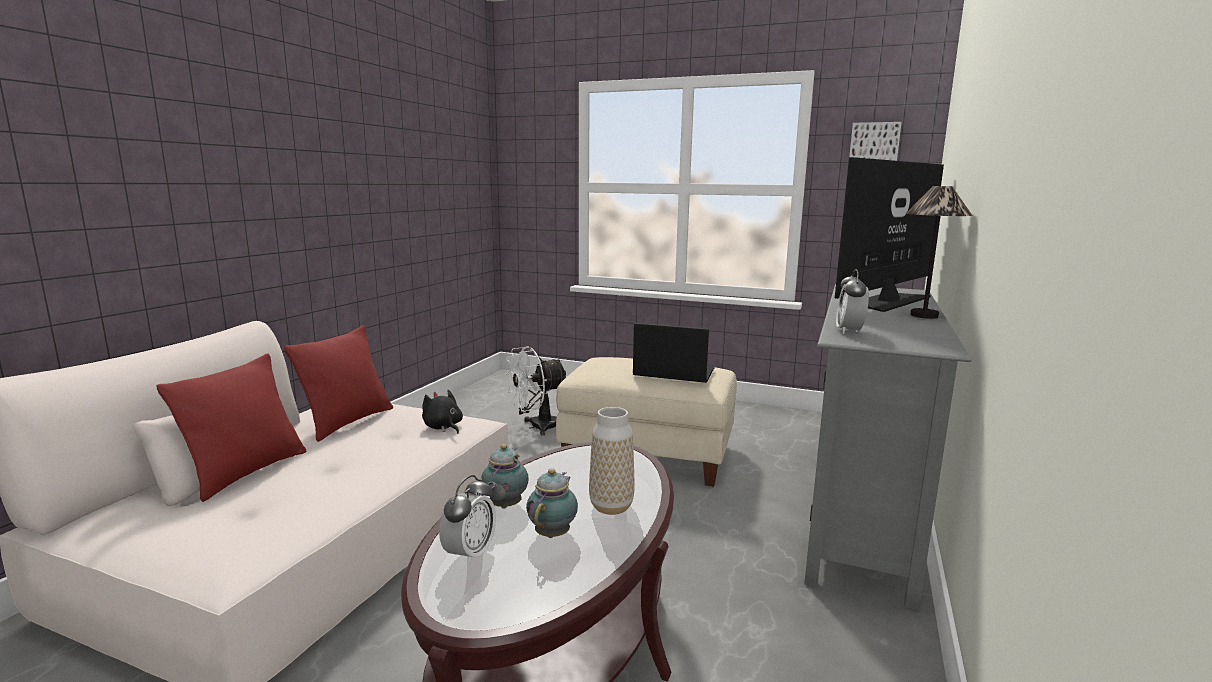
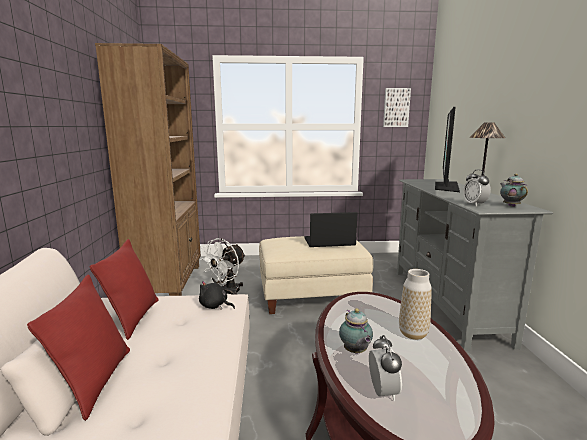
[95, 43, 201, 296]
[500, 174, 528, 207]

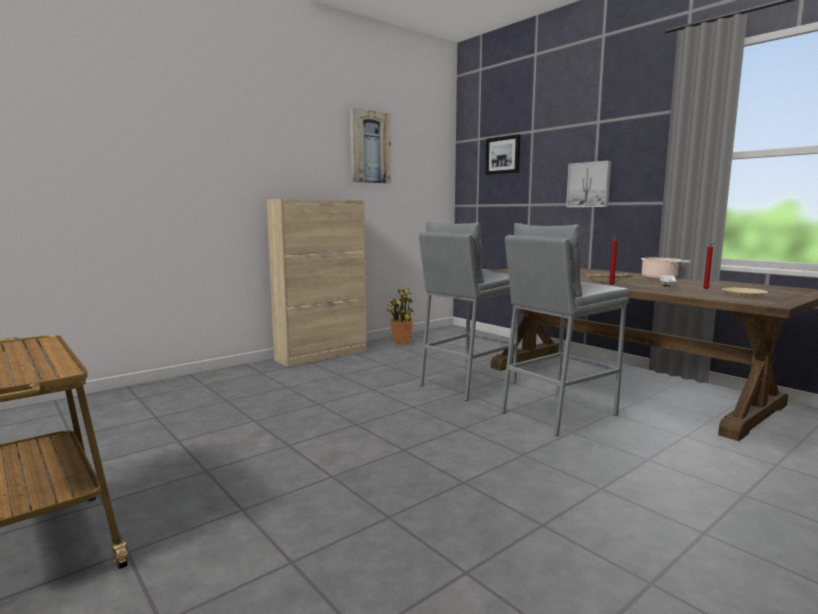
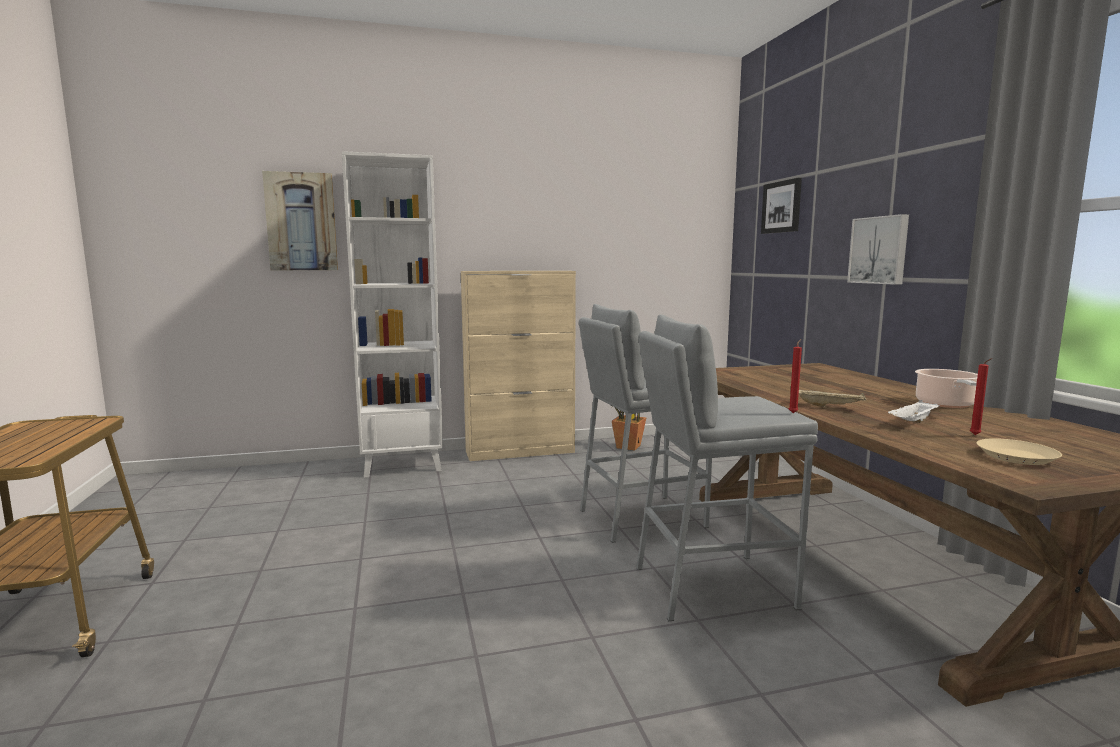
[262, 171, 338, 270]
[342, 151, 443, 478]

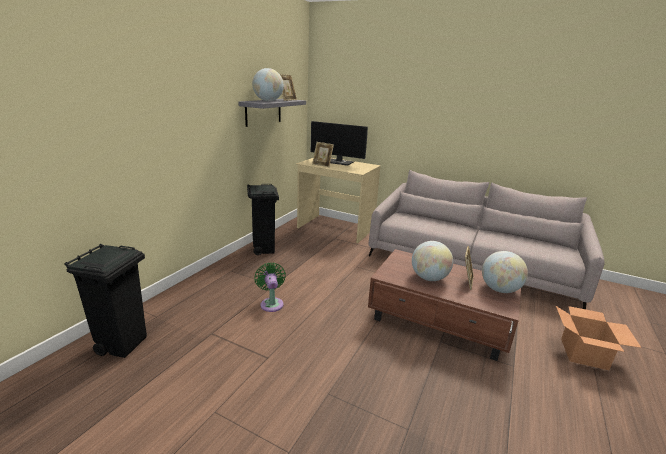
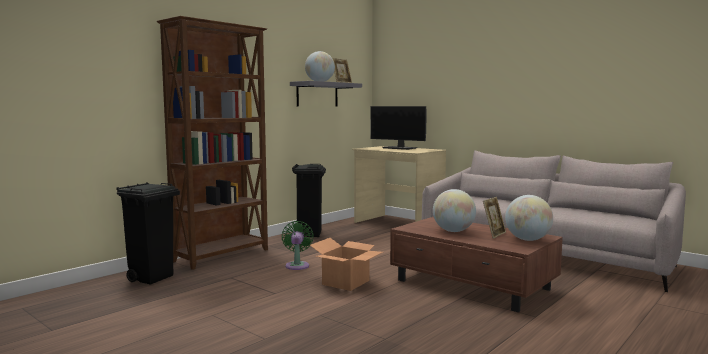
[157, 16, 268, 270]
[310, 238, 383, 291]
[312, 142, 334, 167] (first image)

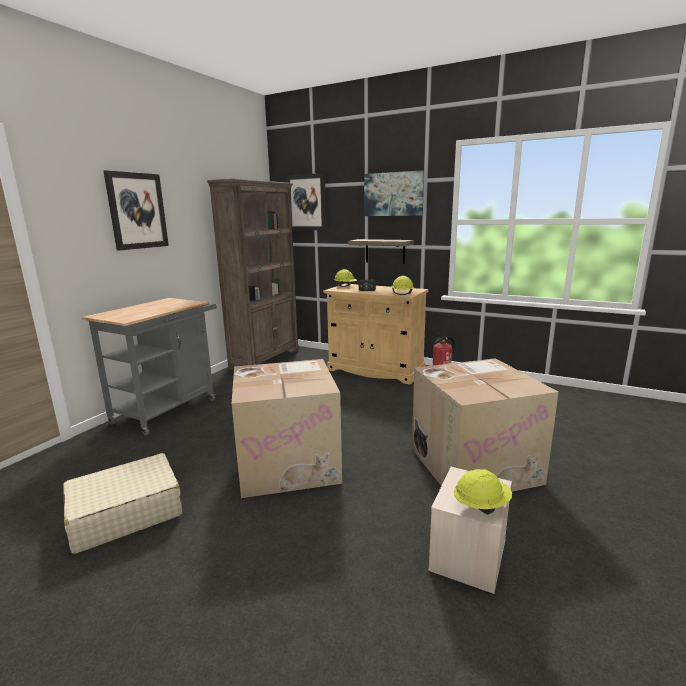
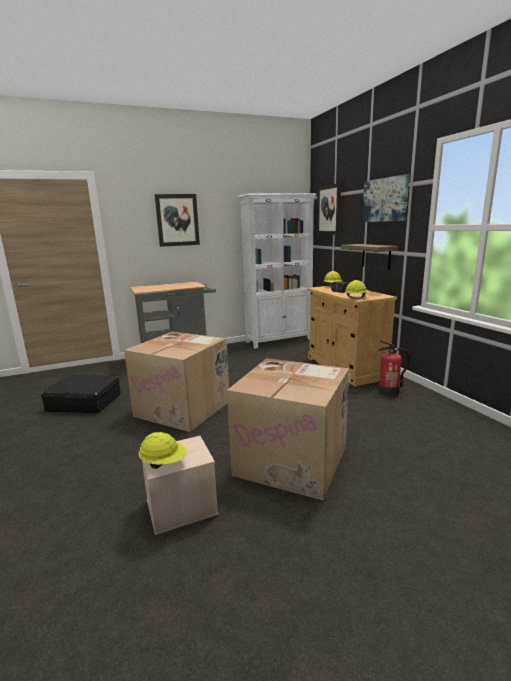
[41, 375, 121, 413]
[238, 193, 317, 349]

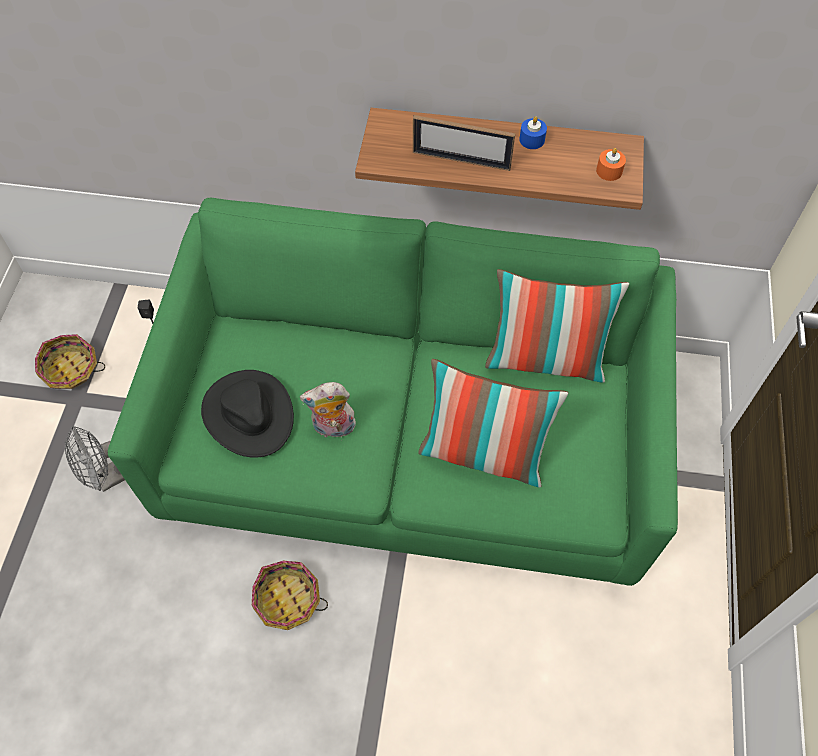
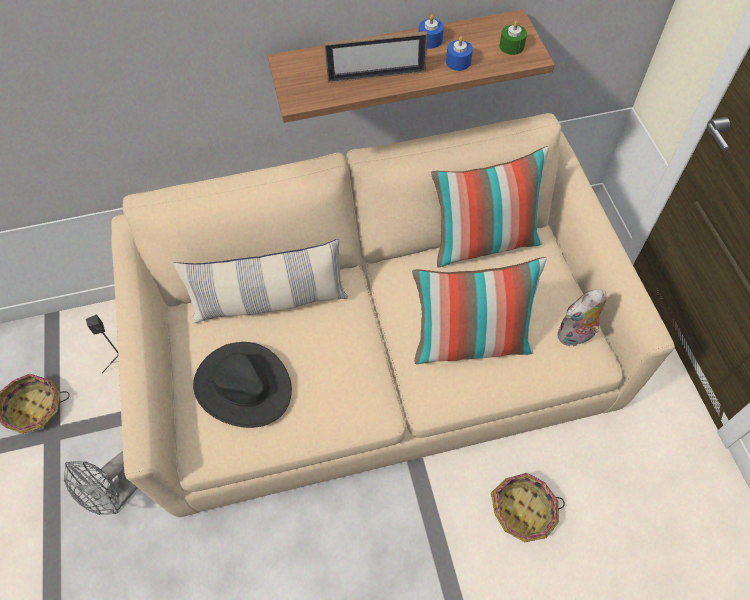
[111, 113, 675, 517]
[173, 239, 348, 324]
[446, 36, 473, 71]
[491, 473, 565, 542]
[499, 21, 527, 55]
[557, 289, 607, 347]

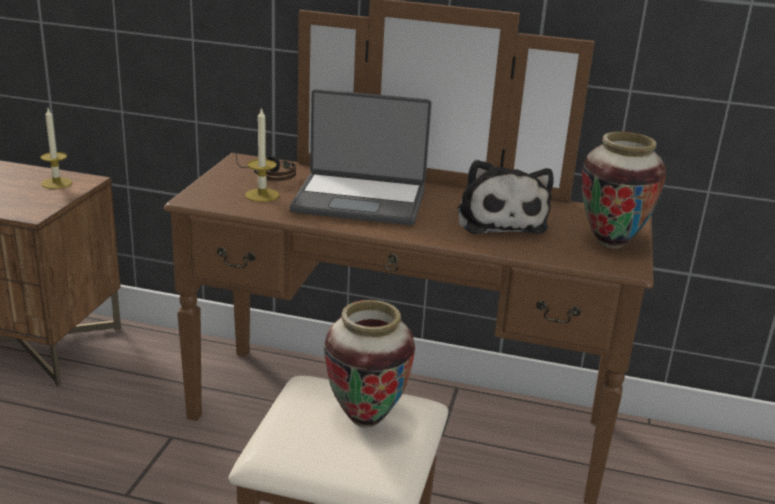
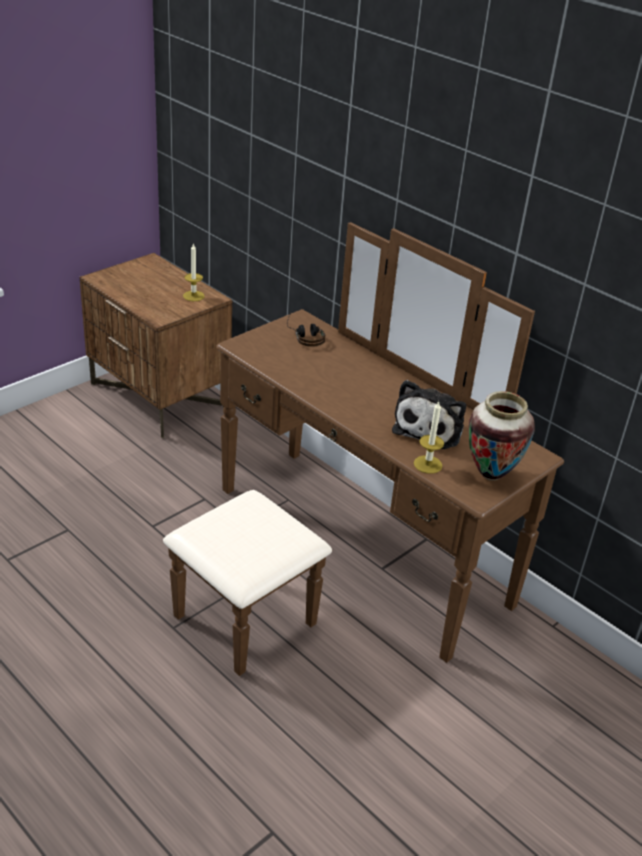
[414, 401, 444, 474]
[290, 89, 432, 226] (first image)
[324, 300, 415, 428] (first image)

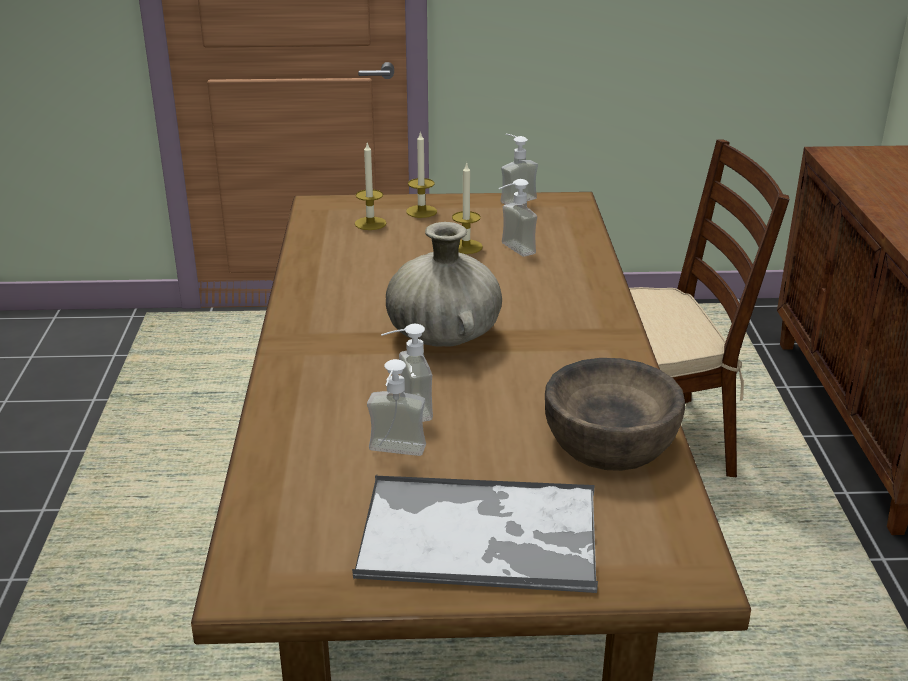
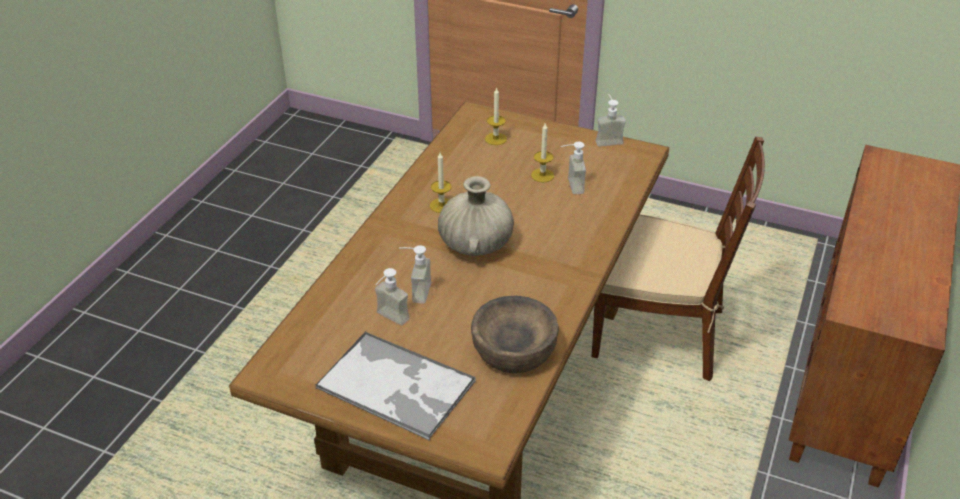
[430, 152, 452, 213]

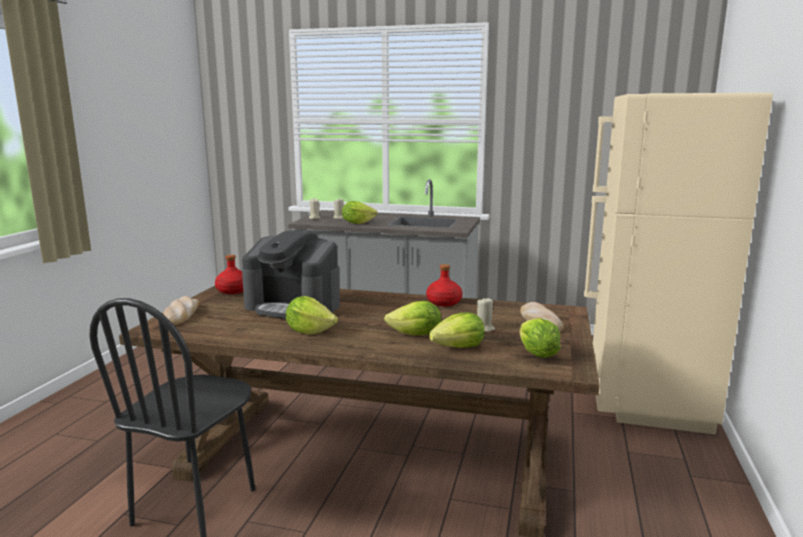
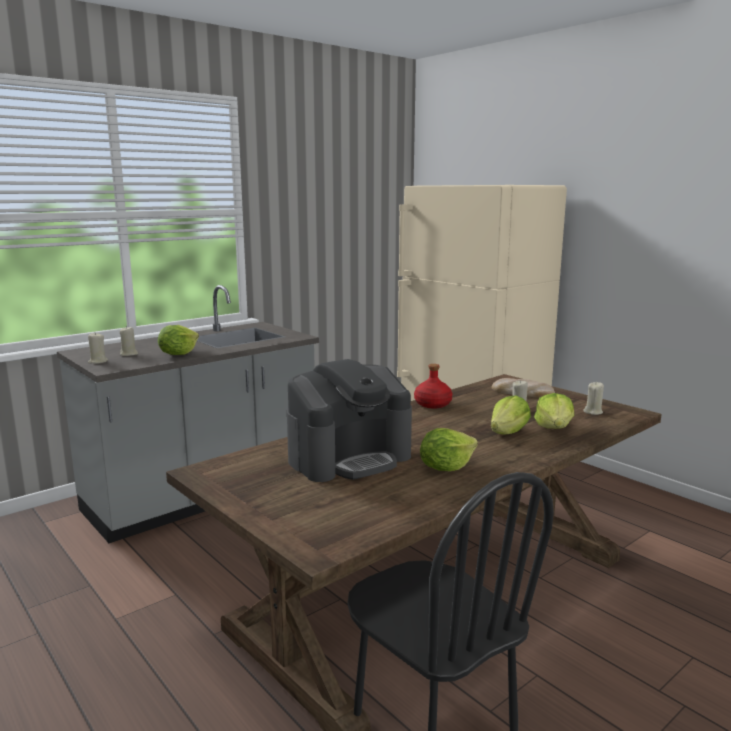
[583, 382, 604, 415]
[163, 296, 199, 325] (first image)
[215, 255, 243, 294] (first image)

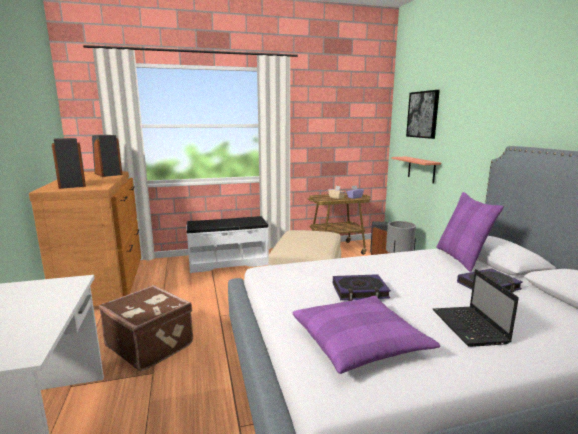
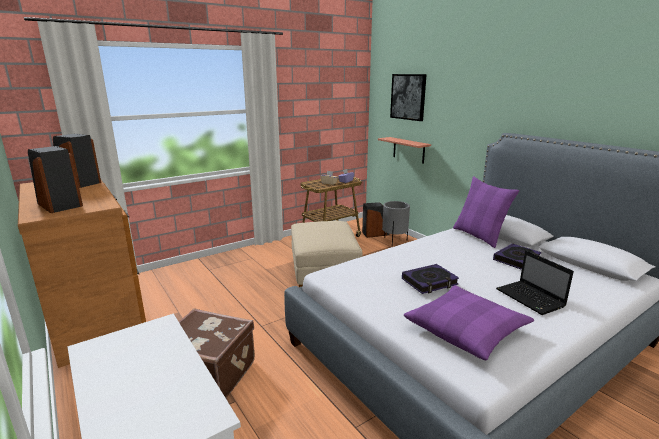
[187, 216, 269, 273] (first image)

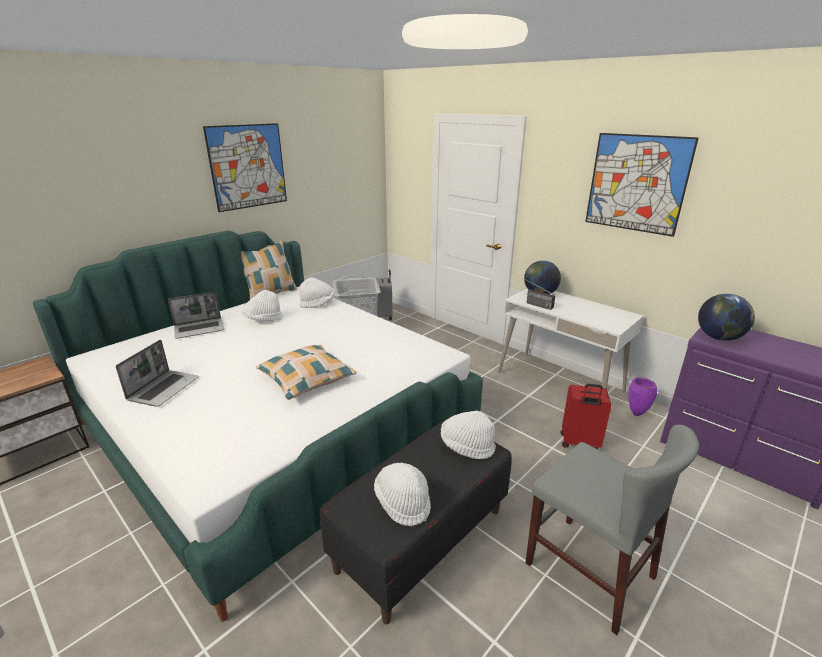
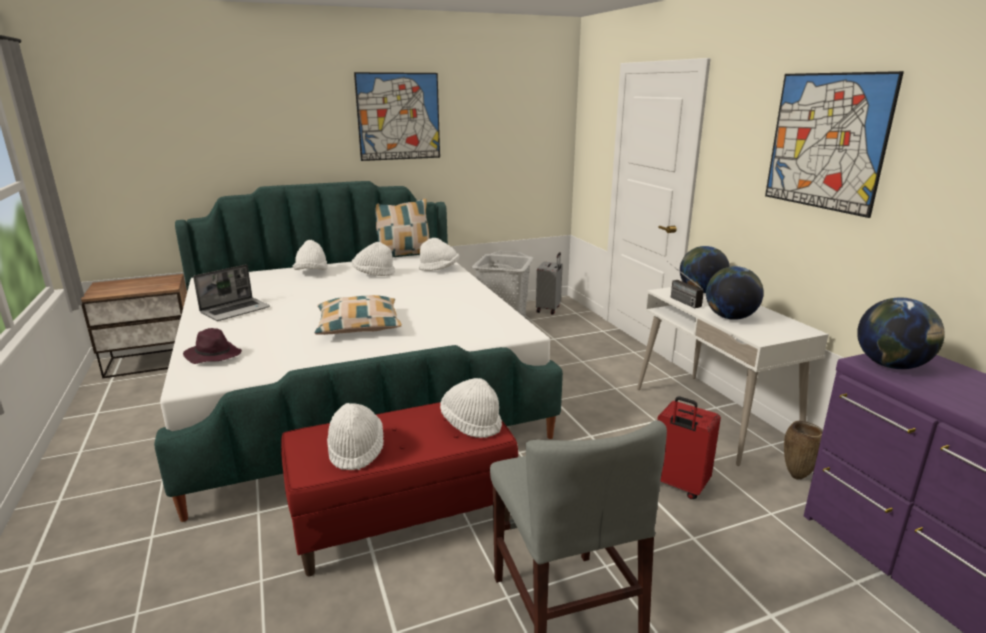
[183, 328, 242, 364]
[281, 402, 518, 576]
[293, 240, 328, 270]
[706, 266, 764, 320]
[784, 421, 823, 480]

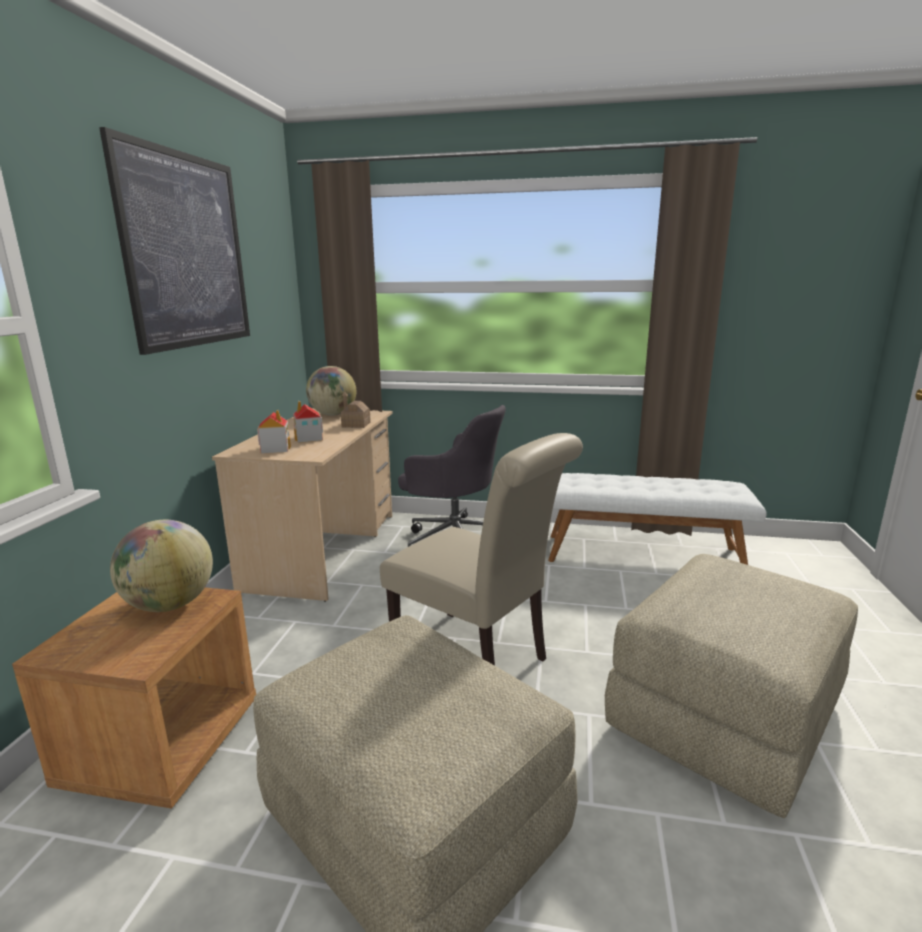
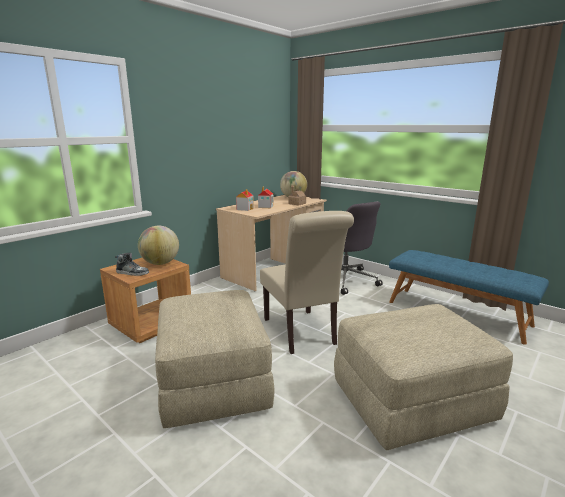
[115, 253, 149, 276]
[389, 250, 549, 345]
[99, 127, 250, 355] (first image)

